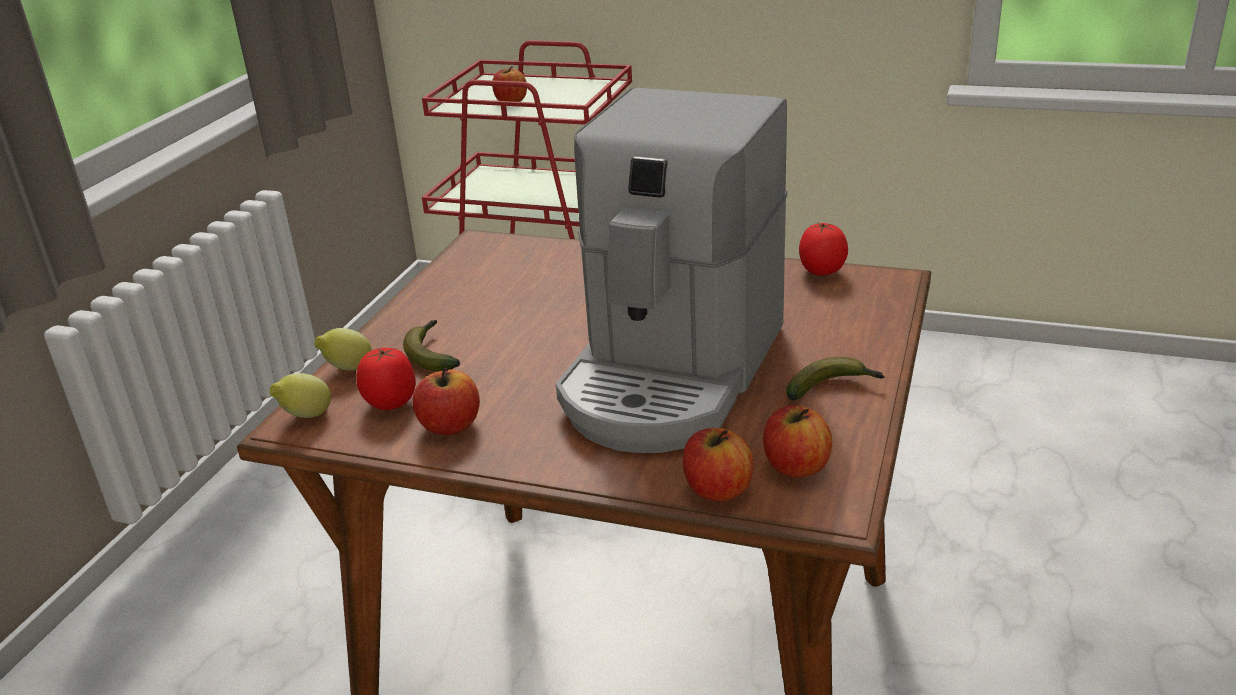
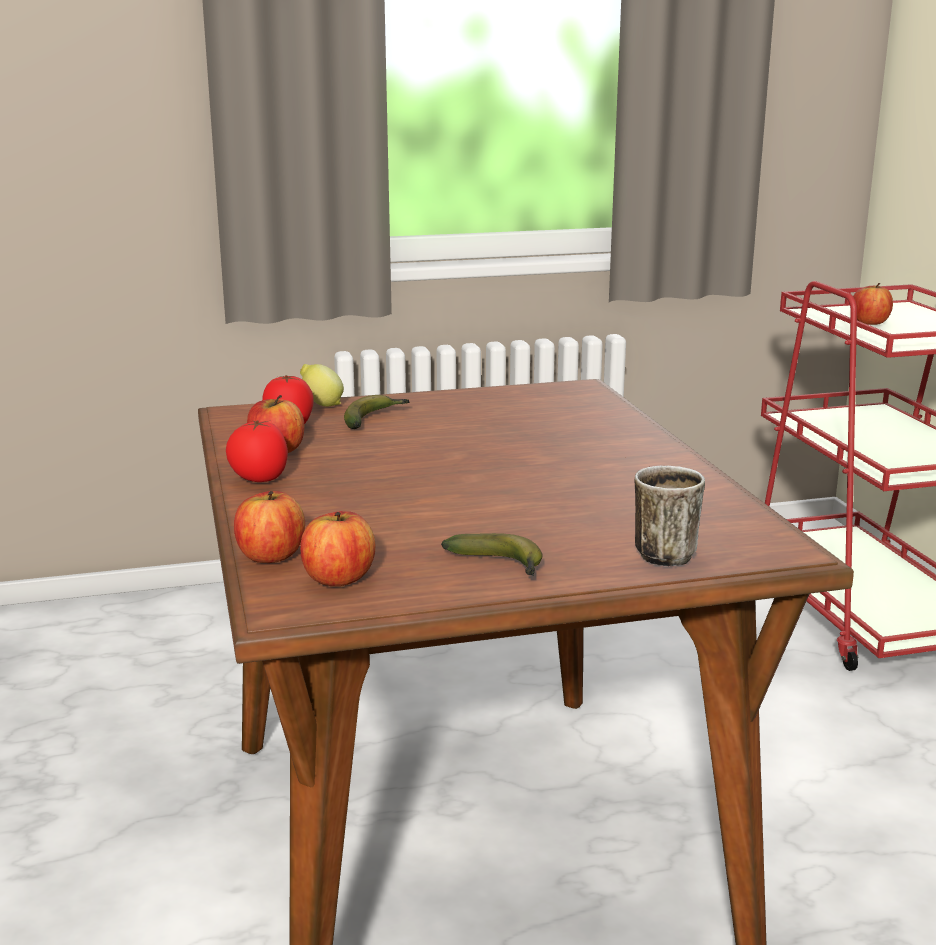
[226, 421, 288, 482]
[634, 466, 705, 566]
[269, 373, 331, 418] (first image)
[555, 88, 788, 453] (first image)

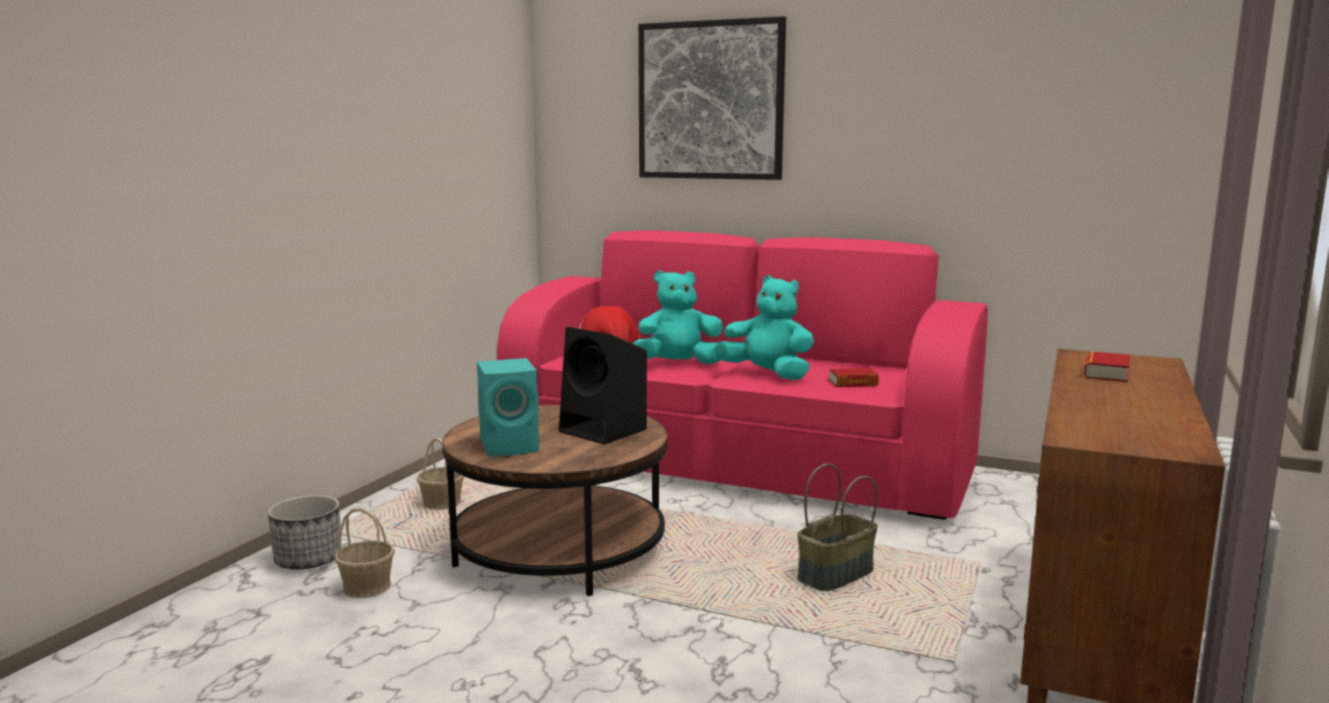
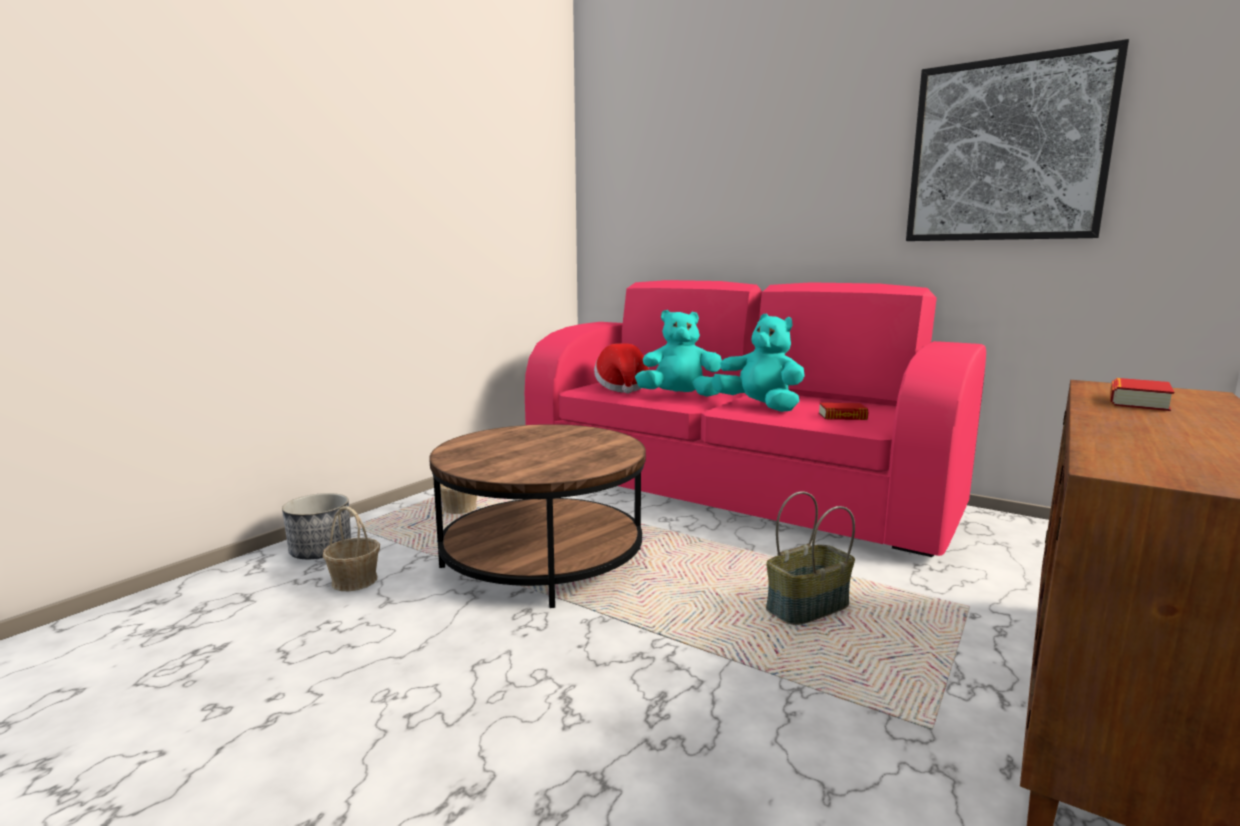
[906, 39, 1129, 241]
[477, 358, 539, 457] (first image)
[559, 327, 647, 444] (first image)

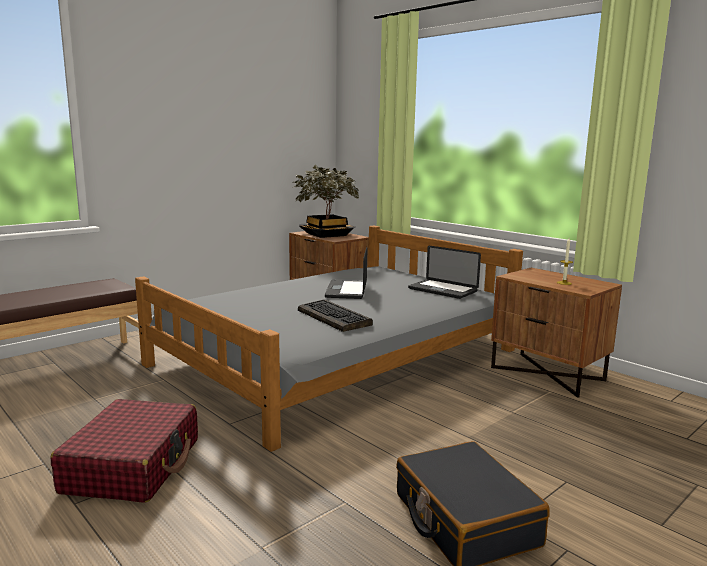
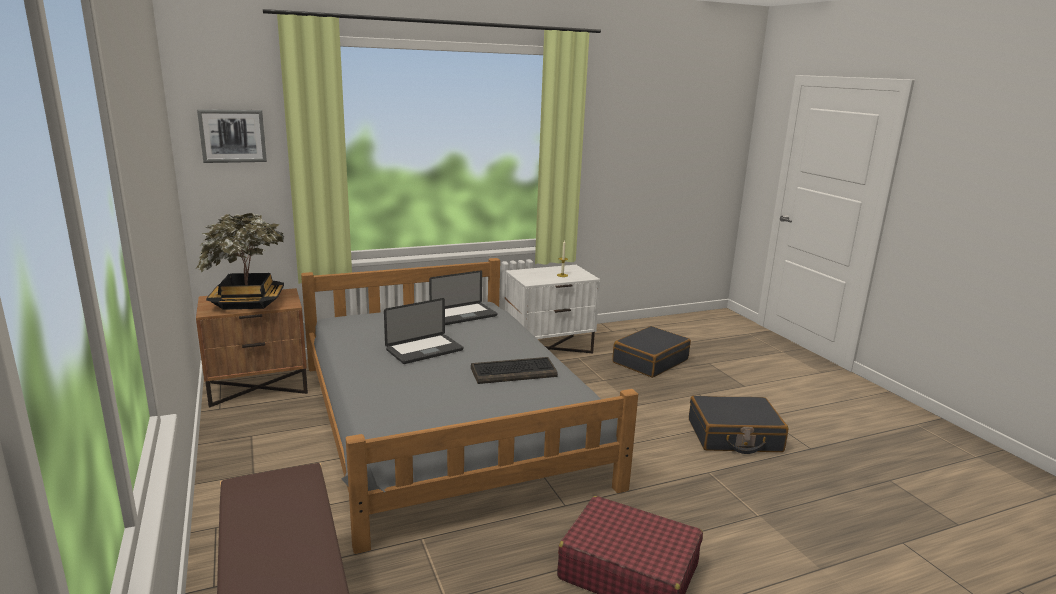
[197, 109, 267, 163]
[384, 298, 463, 364]
[504, 265, 600, 354]
[612, 326, 691, 378]

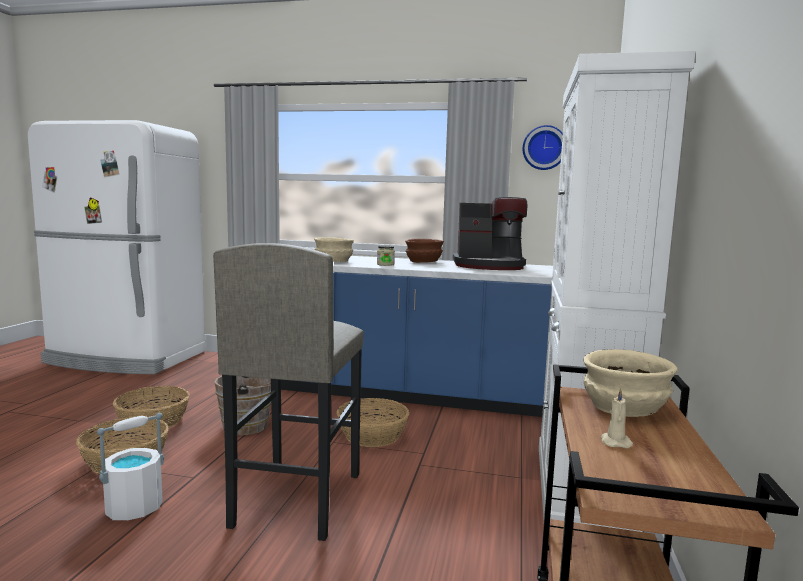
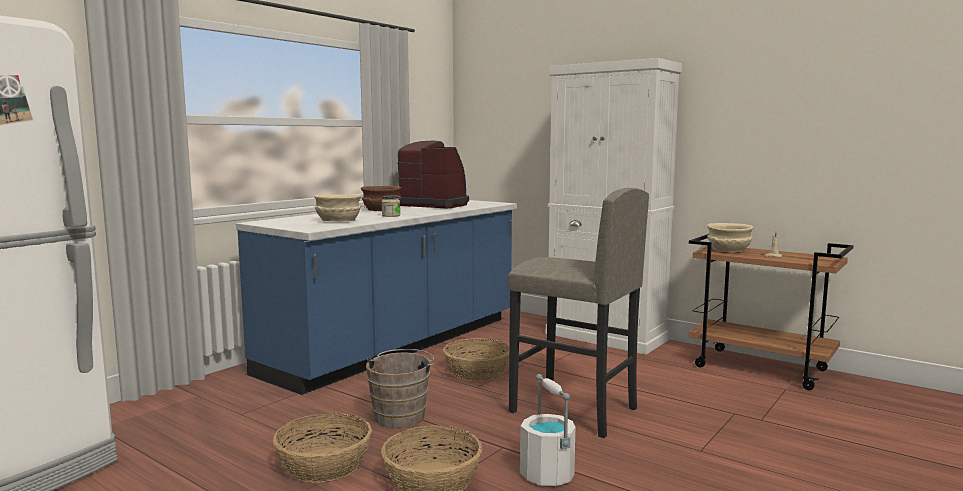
[397, 141, 469, 208]
[523, 125, 563, 170] (first image)

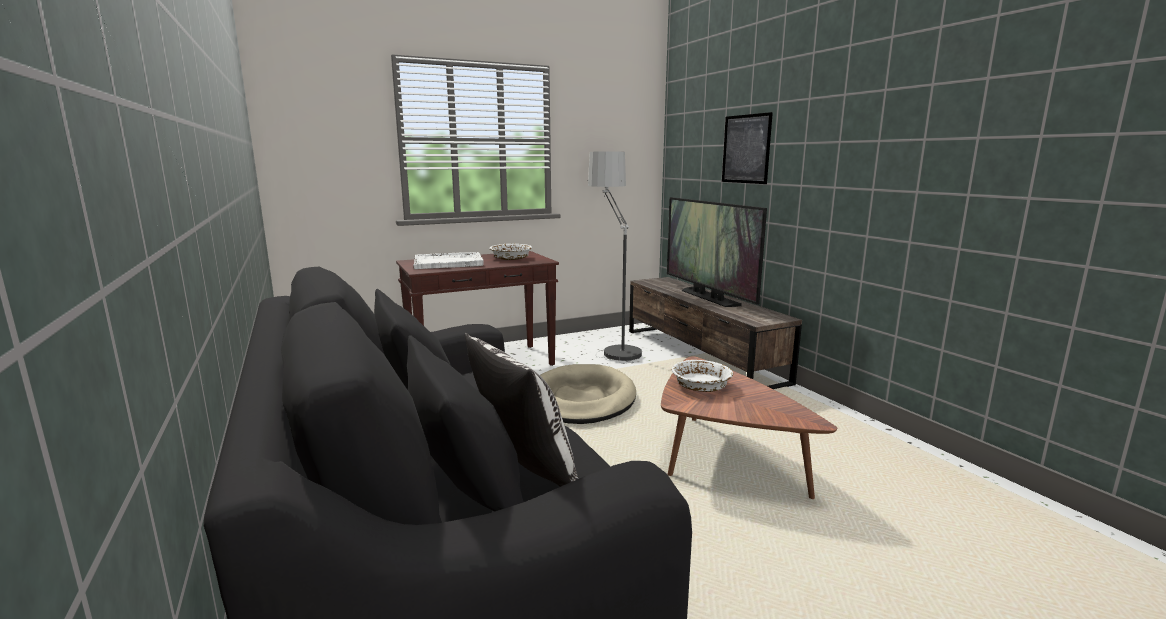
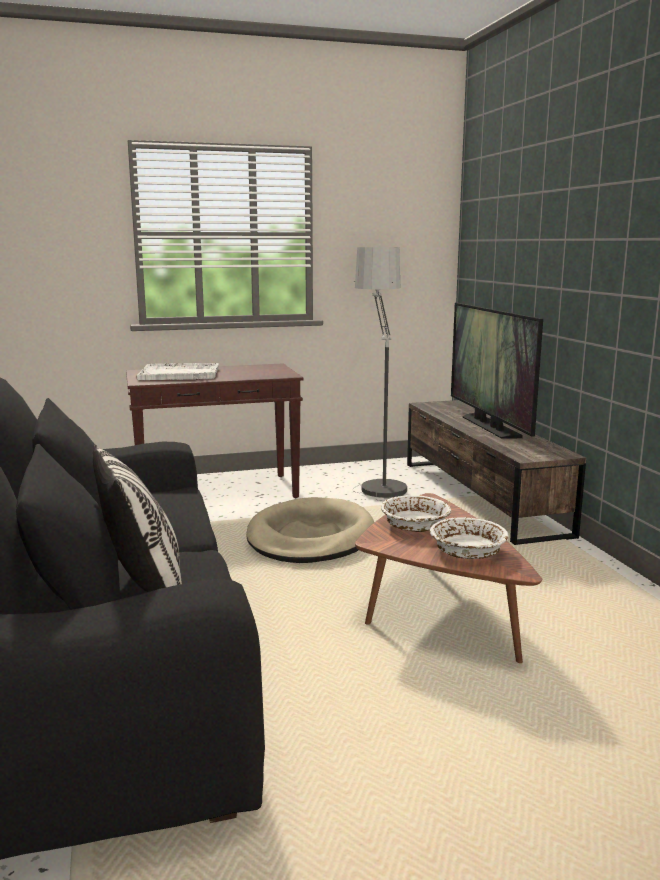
[430, 517, 508, 559]
[722, 112, 773, 184] (first image)

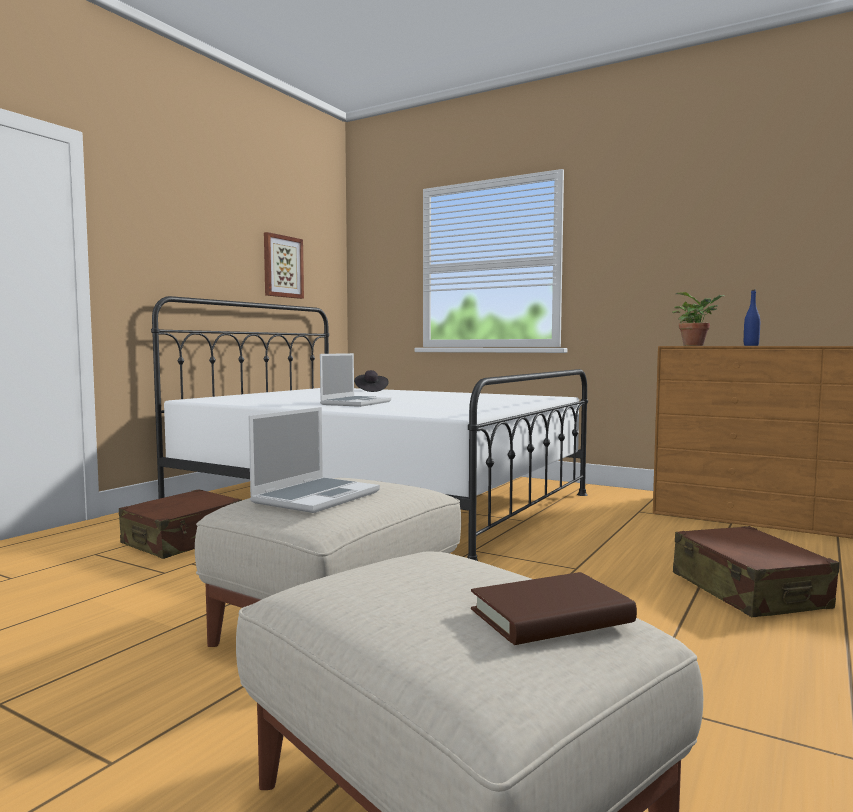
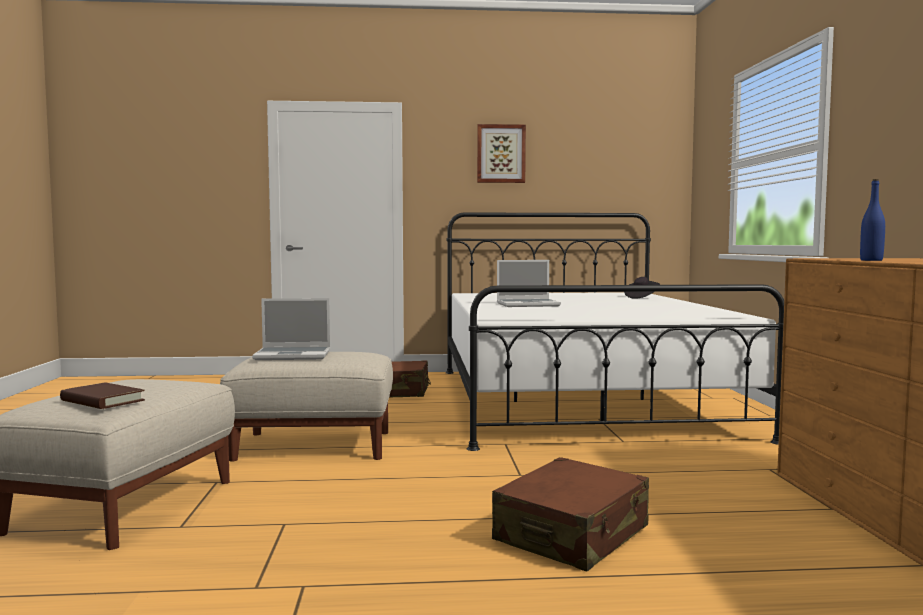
[477, 124, 526, 183]
[672, 292, 724, 346] (first image)

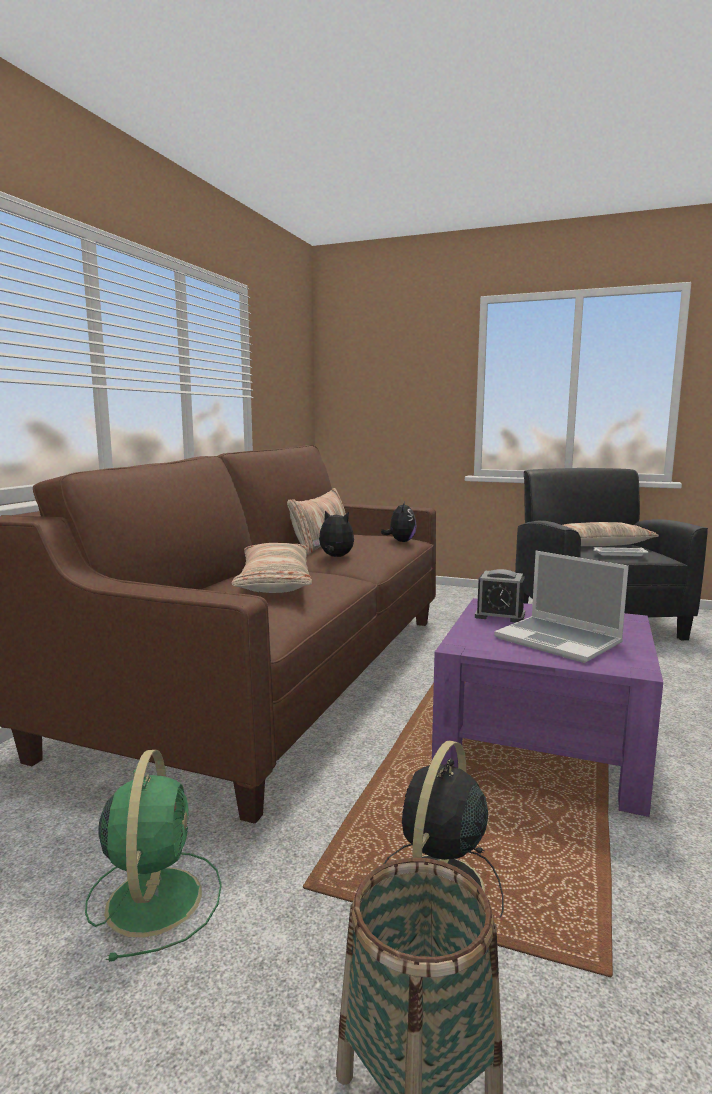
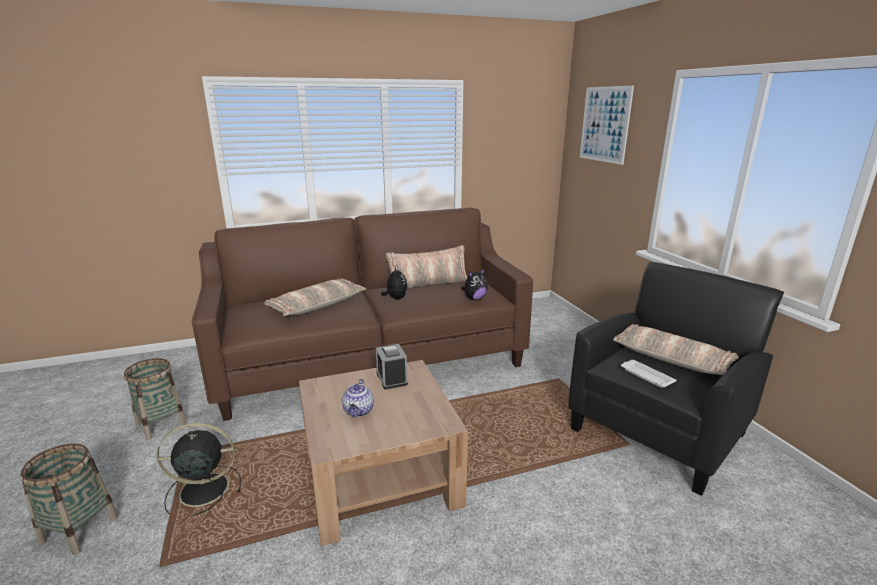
[124, 358, 187, 440]
[299, 360, 468, 546]
[342, 379, 374, 417]
[580, 85, 634, 165]

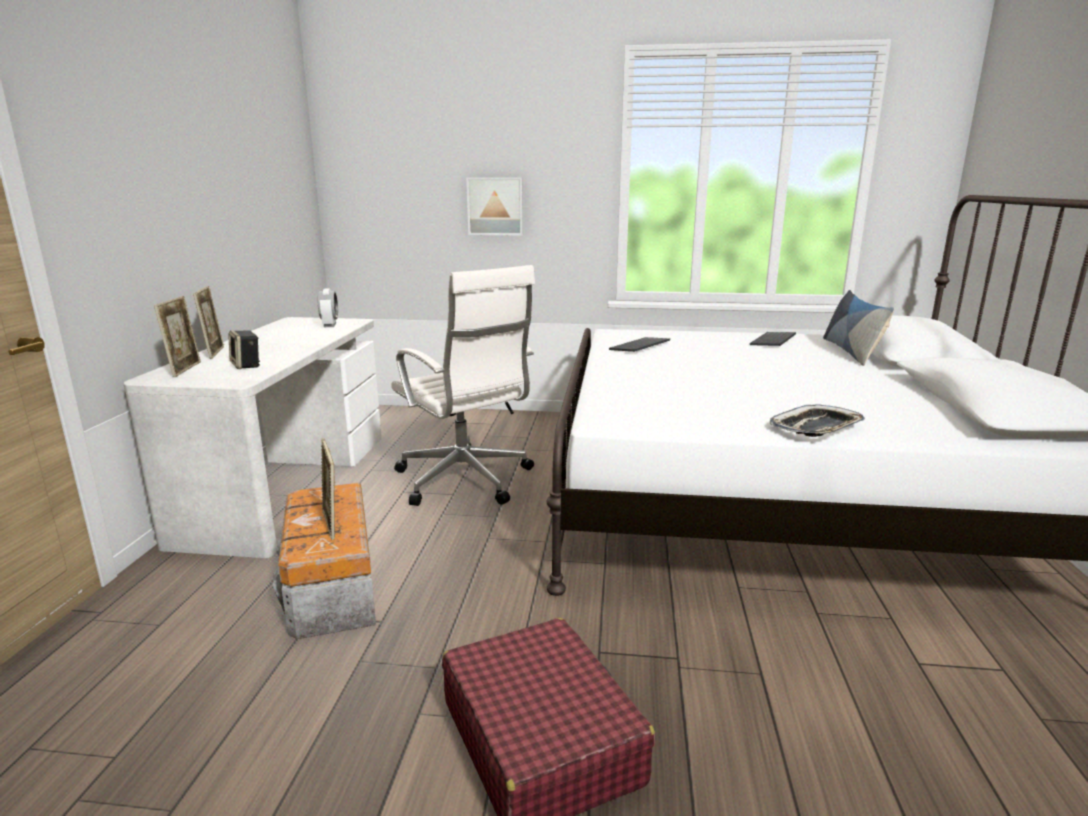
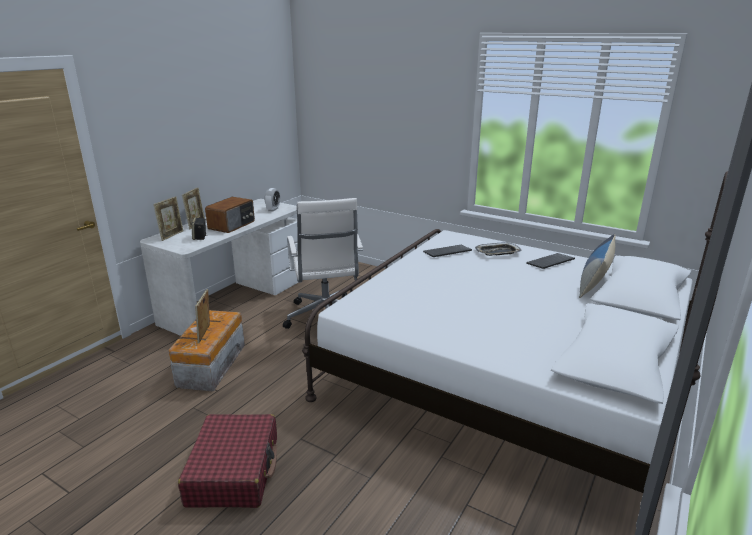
[205, 197, 255, 233]
[475, 242, 521, 256]
[466, 177, 523, 236] (first image)

